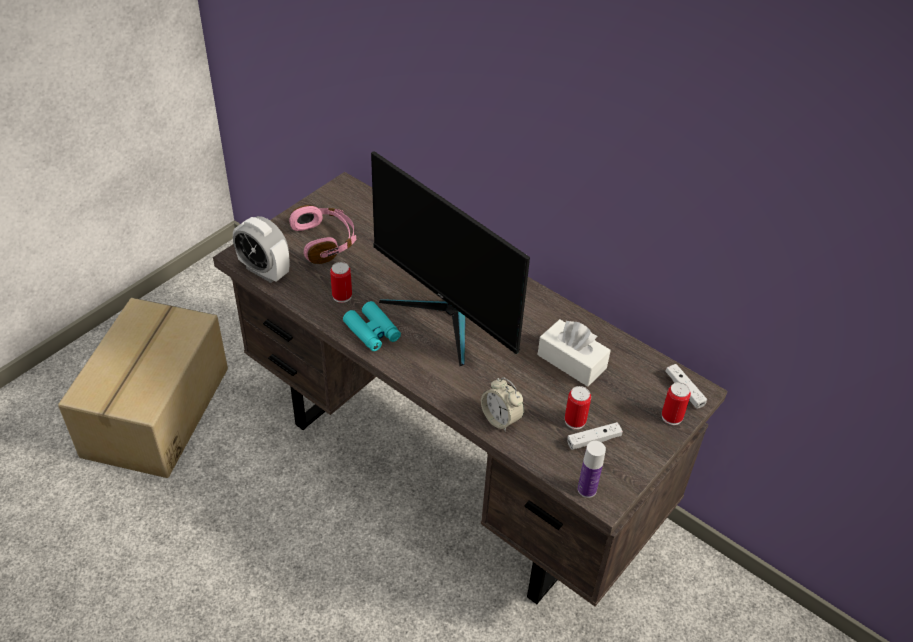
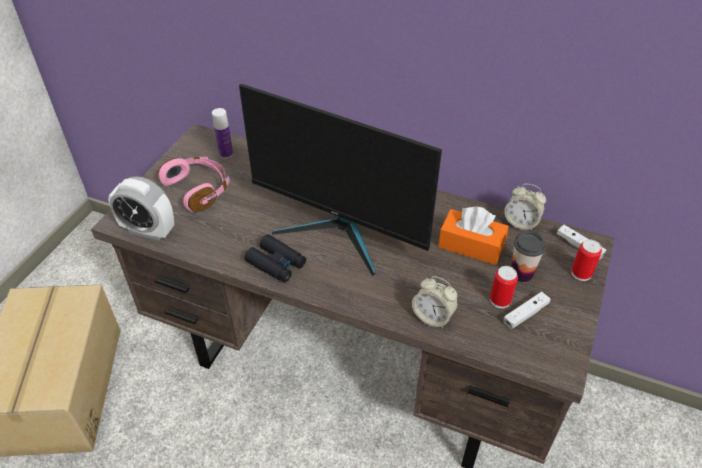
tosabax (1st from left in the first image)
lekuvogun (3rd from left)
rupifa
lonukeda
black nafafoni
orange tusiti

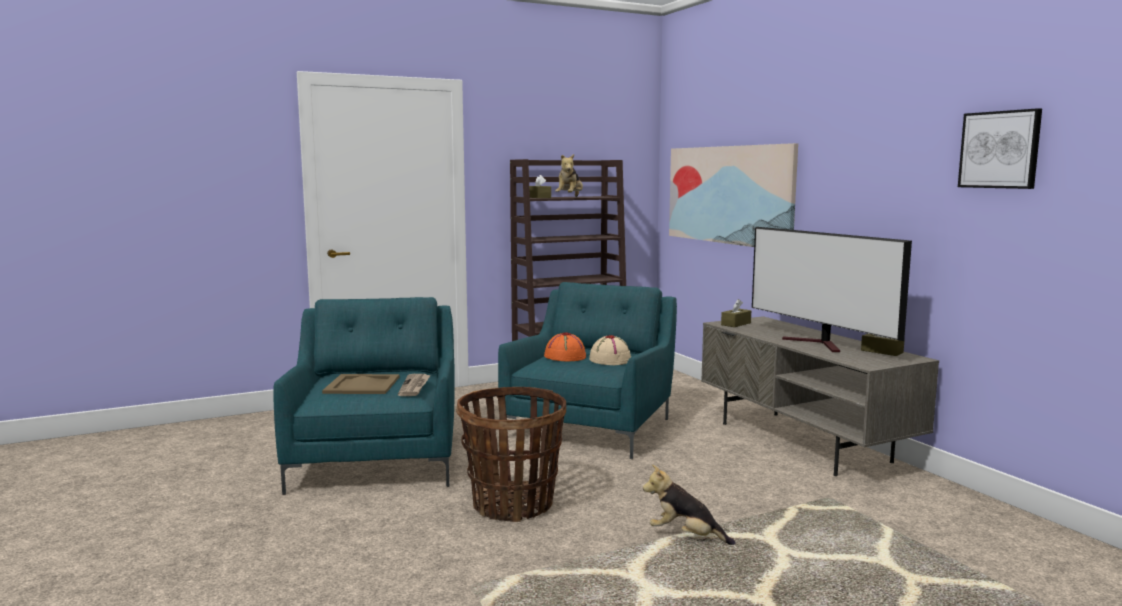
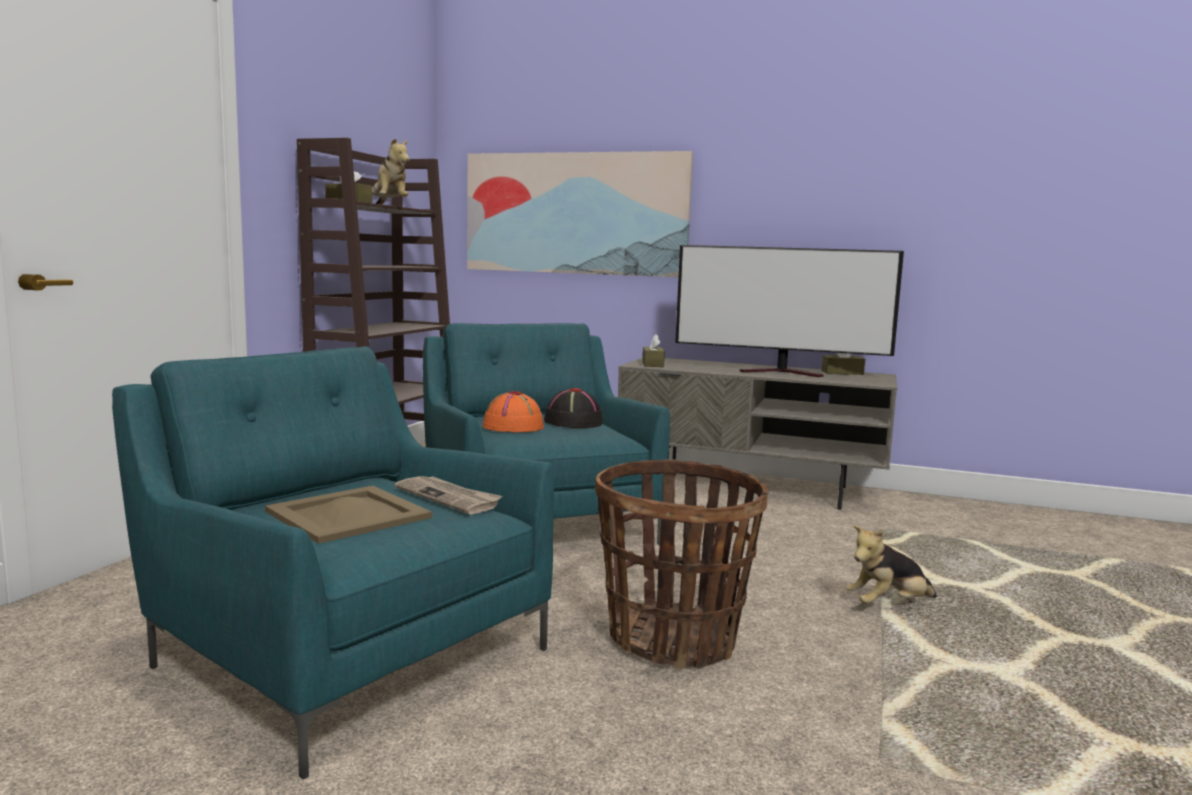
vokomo (2nd from left in the first image)
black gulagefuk

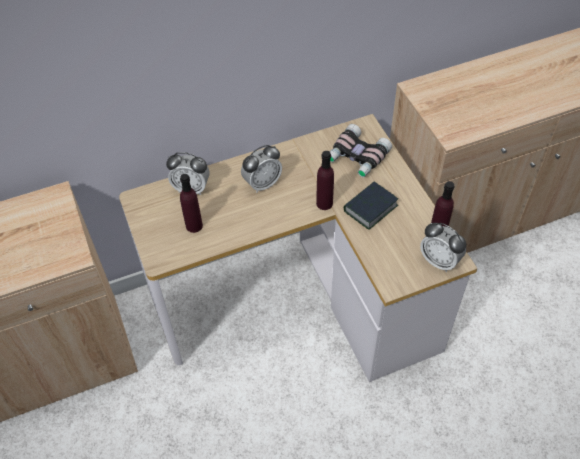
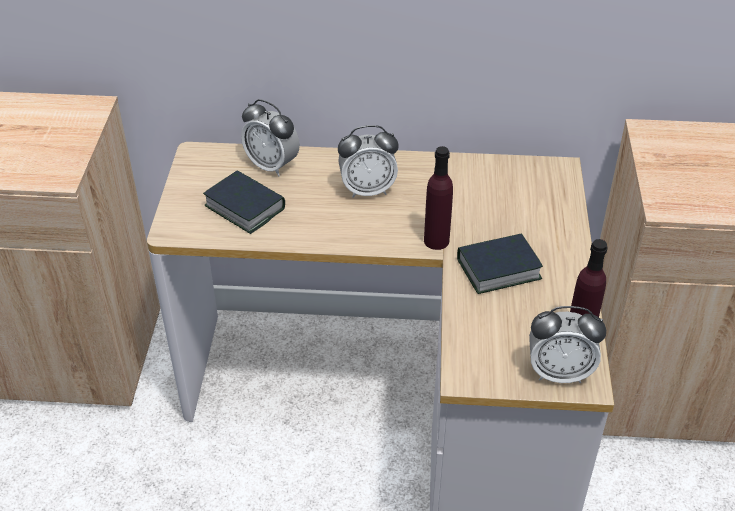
nafafoni
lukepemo (1st from left)
lekuvogun (3rd from left)

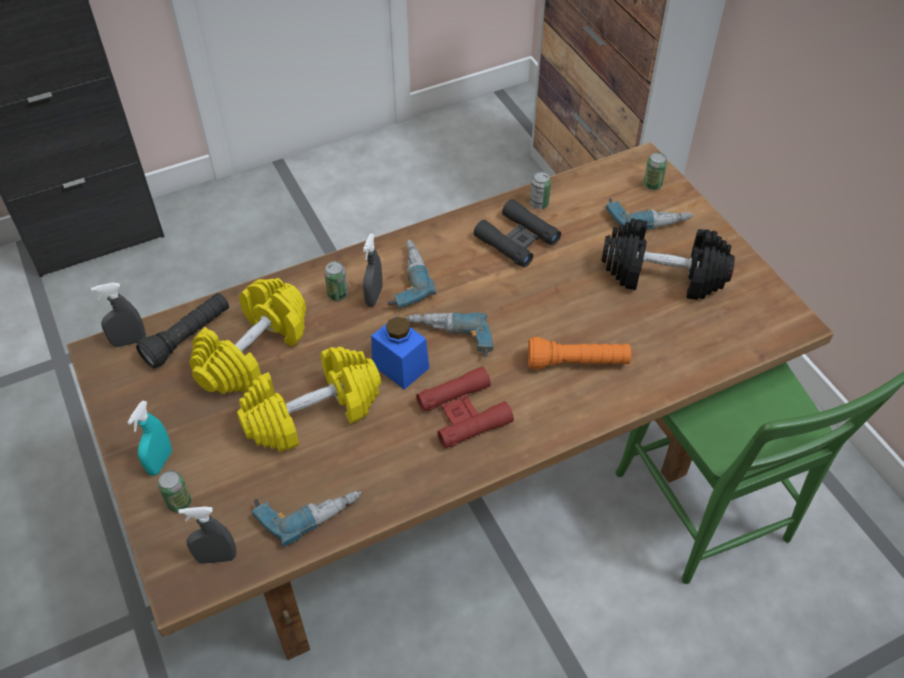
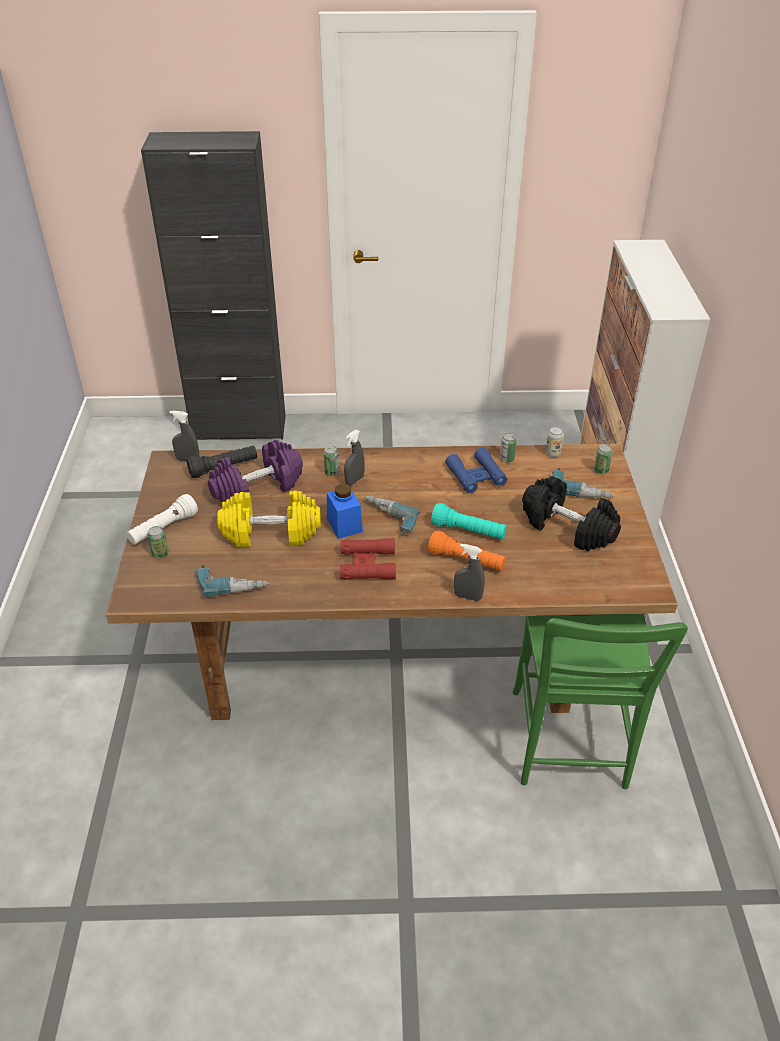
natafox (2nd from left in the first image)
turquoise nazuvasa
tosabax (4th from left)
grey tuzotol (3rd from left)
white nazuvasa
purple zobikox
blue nafafoni

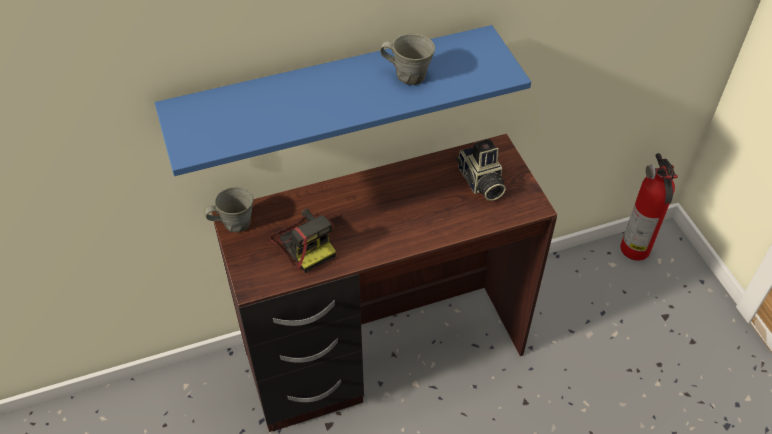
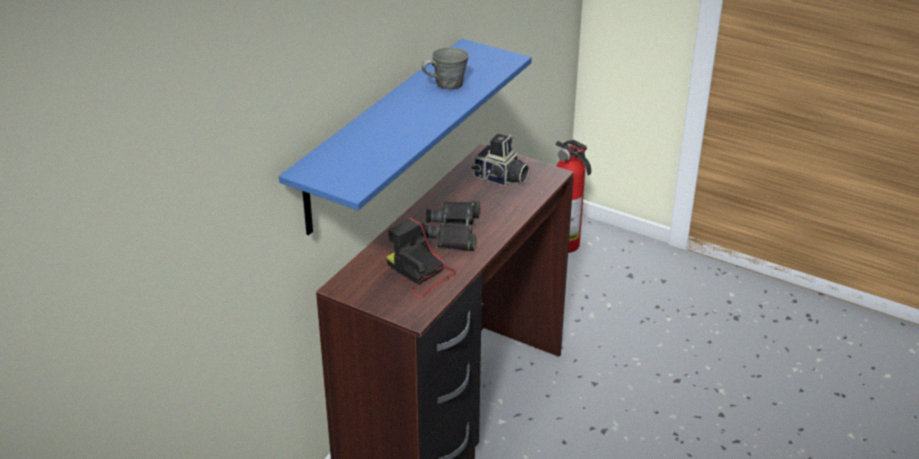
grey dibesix (1st from left in the first image)
black nafafoni
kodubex (1st from left)

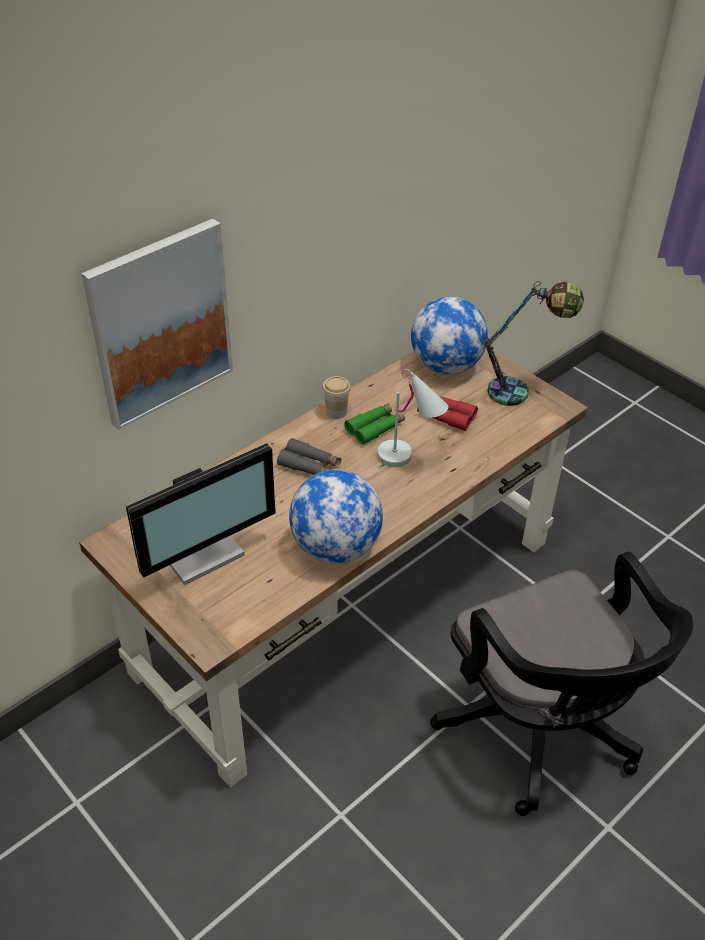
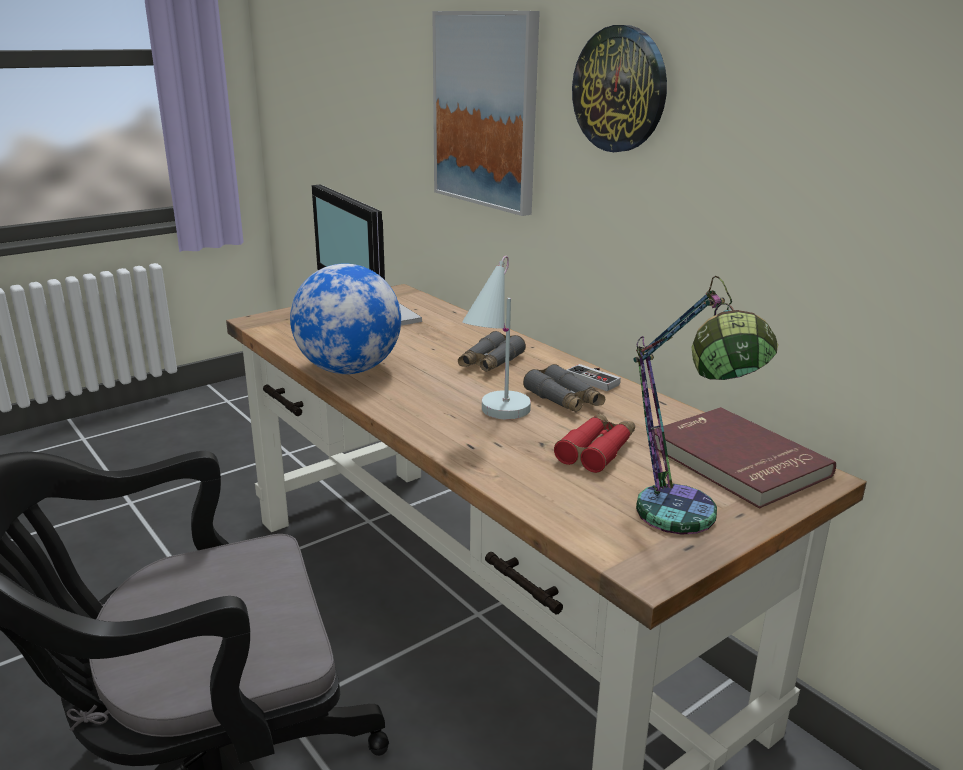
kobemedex
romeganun
red lukepemo
grey nafafoni (2nd from left)

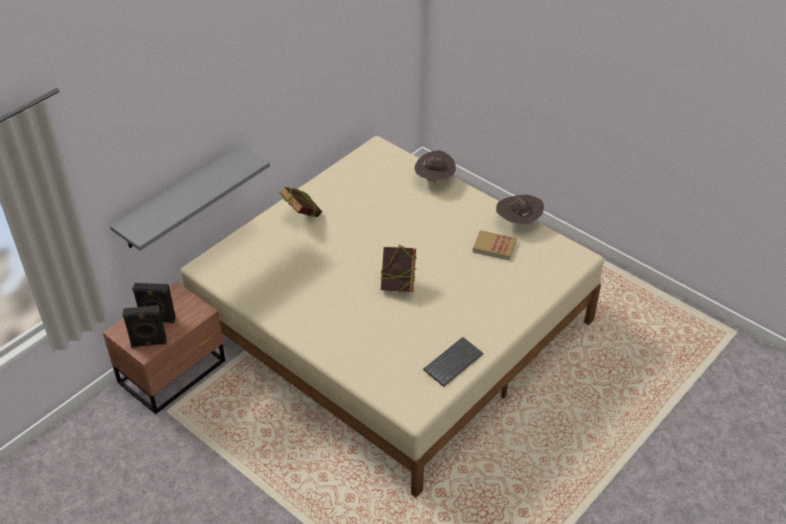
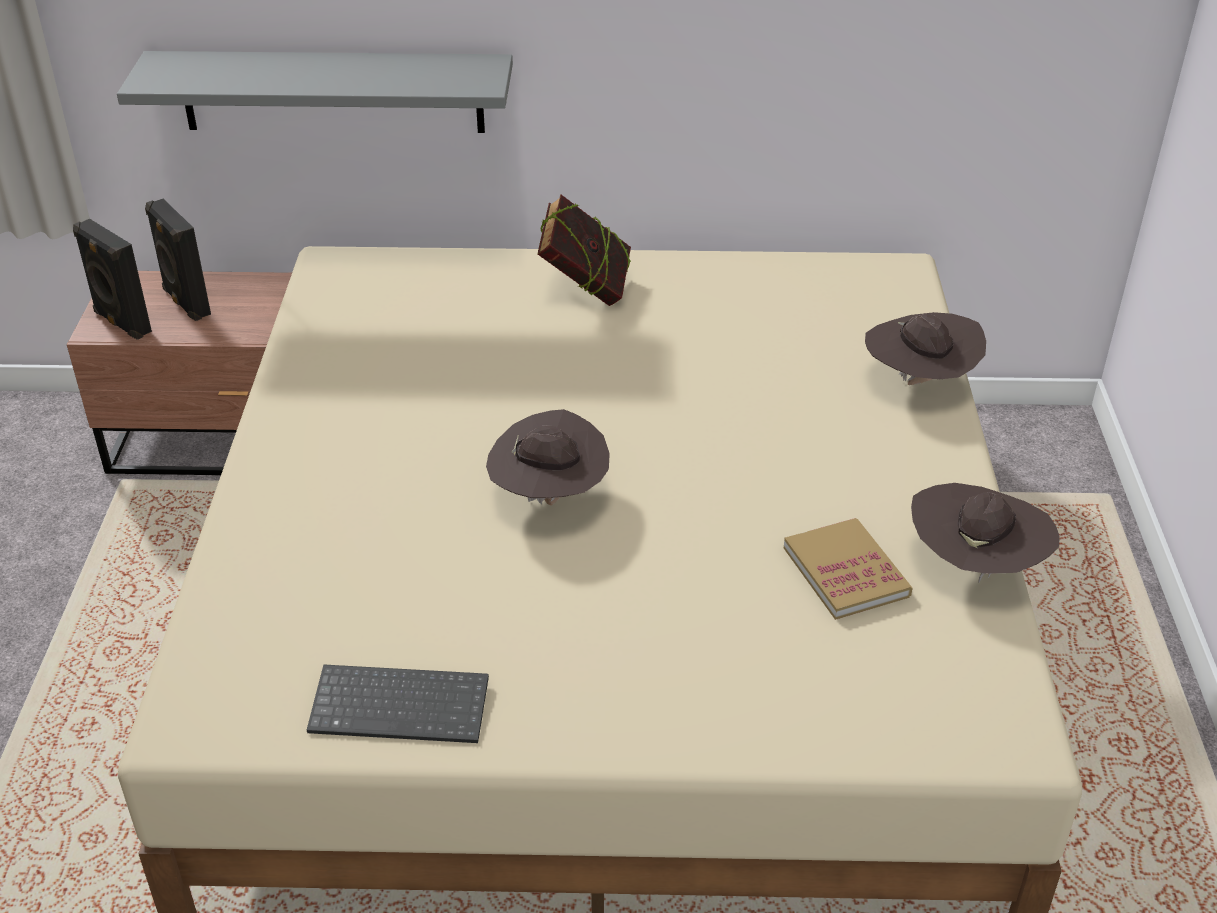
brown gulagefuk (1st from left)

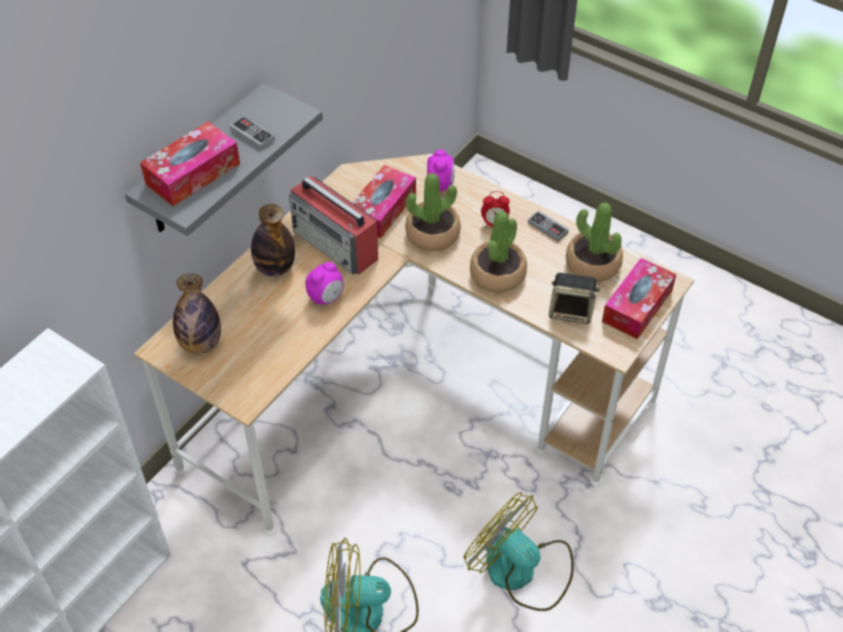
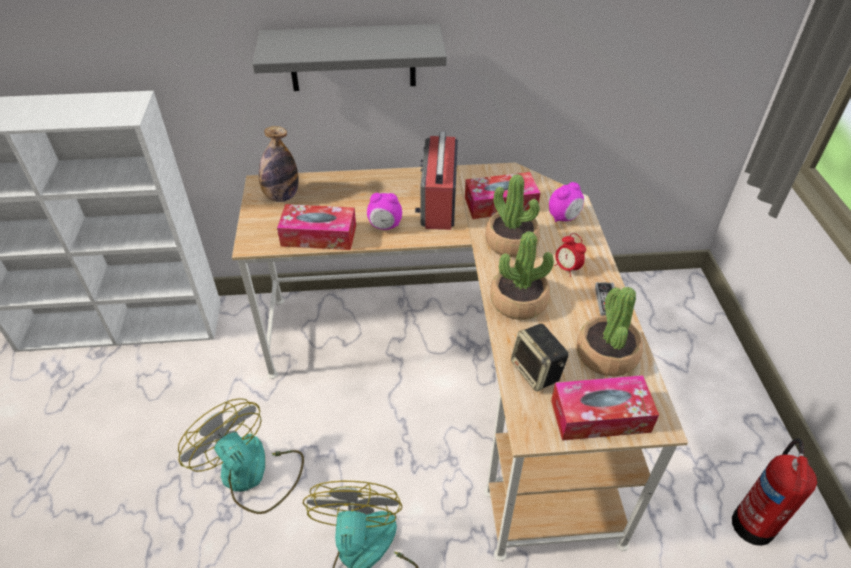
romeganun (1st from left in the first image)
lonukeda (2nd from left in the first image)
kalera
tusiti (1st from left)

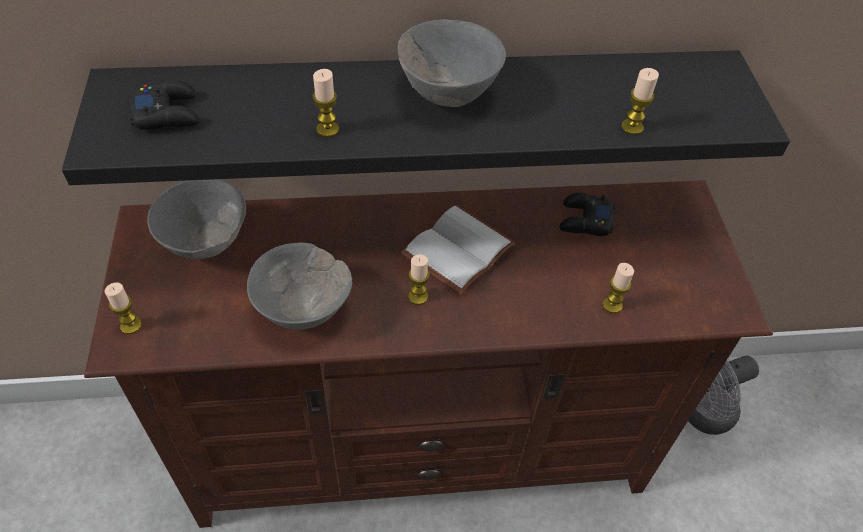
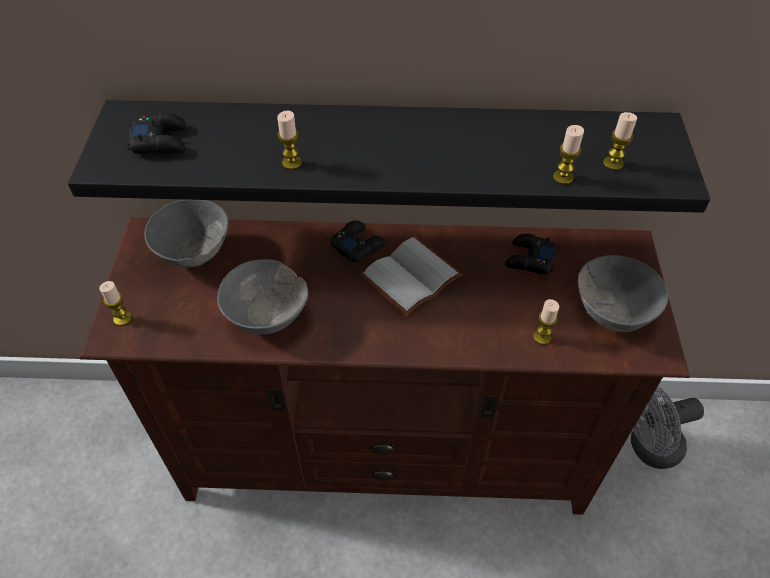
black romeganun (2nd from left)
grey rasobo (3rd from left)
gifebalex (5th from left)

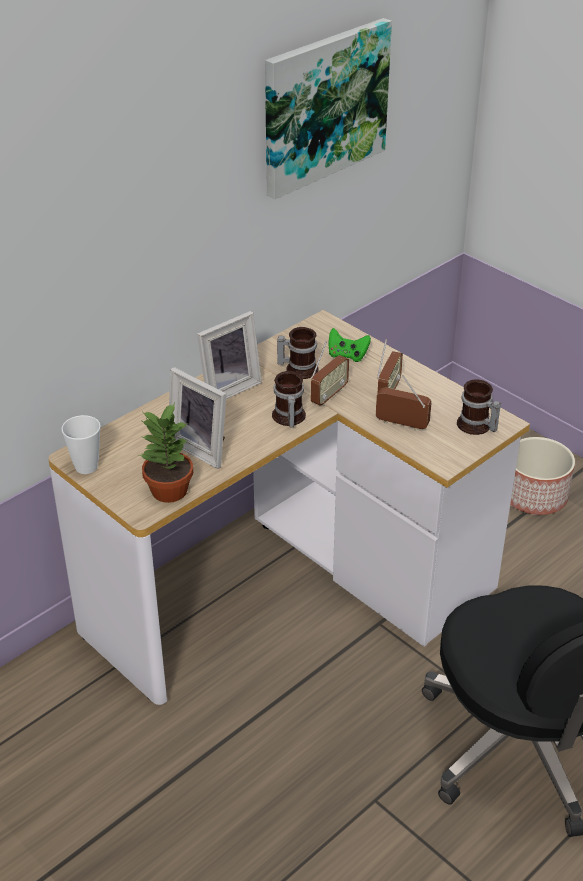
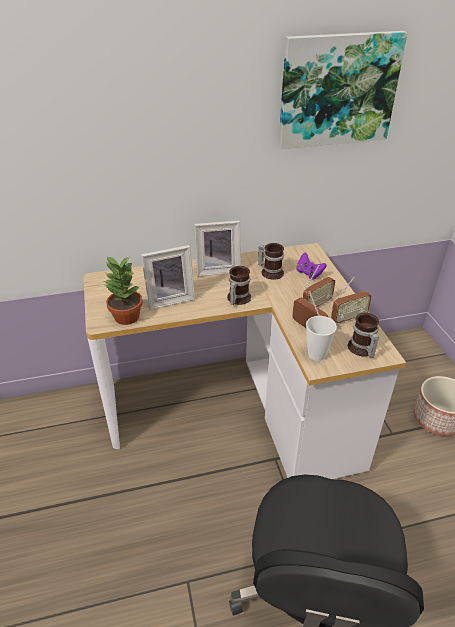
rupifa
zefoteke (3rd from left)
purple romeganun
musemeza (1st from left)

